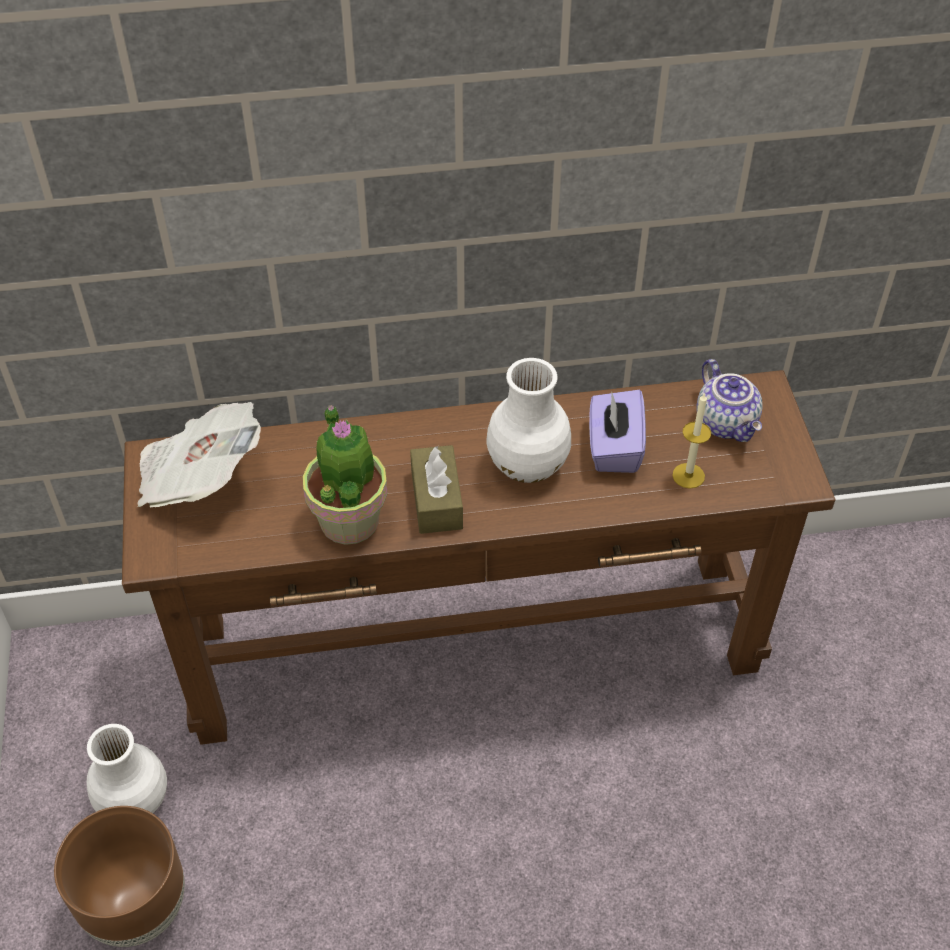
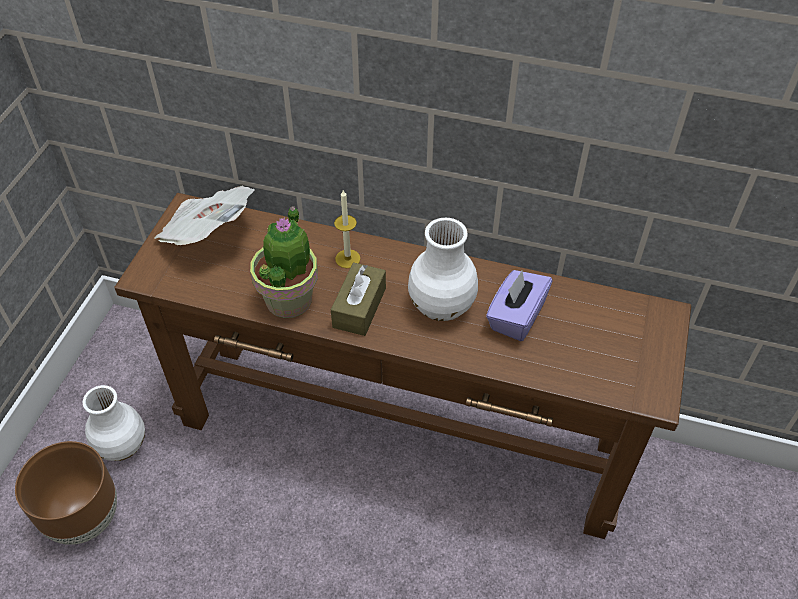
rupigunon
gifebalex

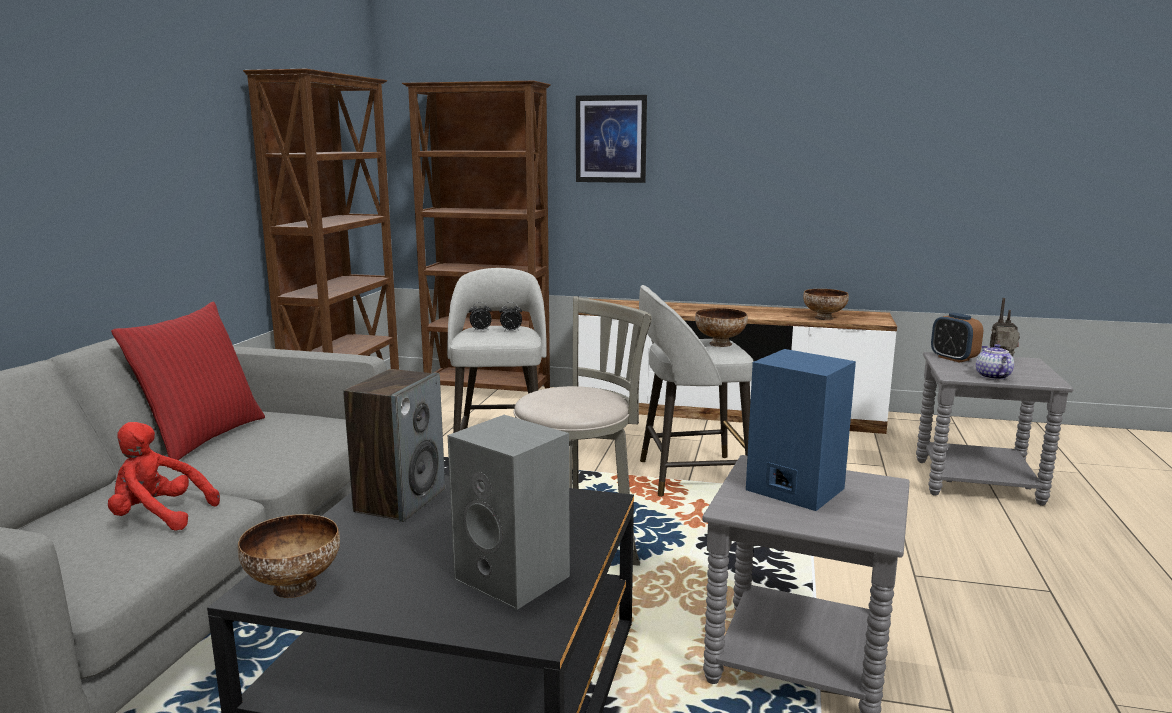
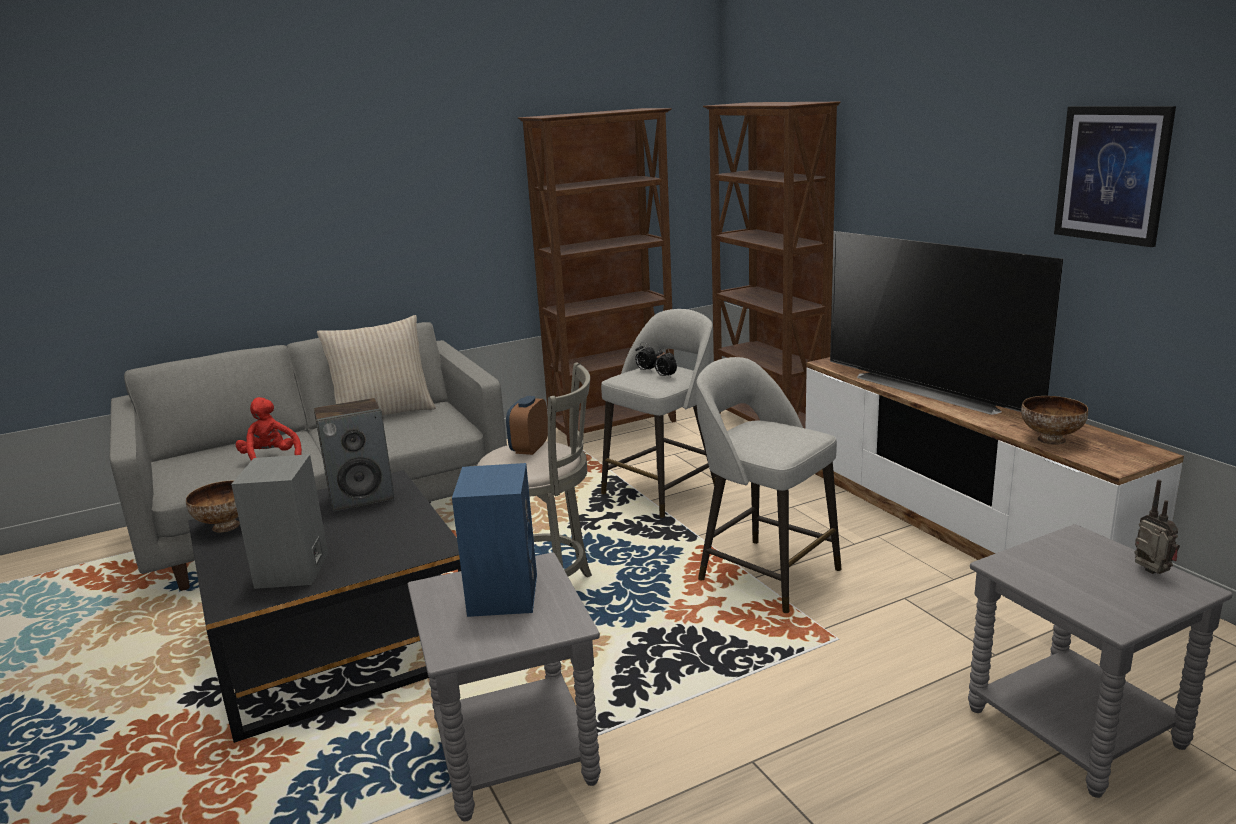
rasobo (2nd from left in the first image)
rupigunon
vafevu
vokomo
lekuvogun (1st from left)
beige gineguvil

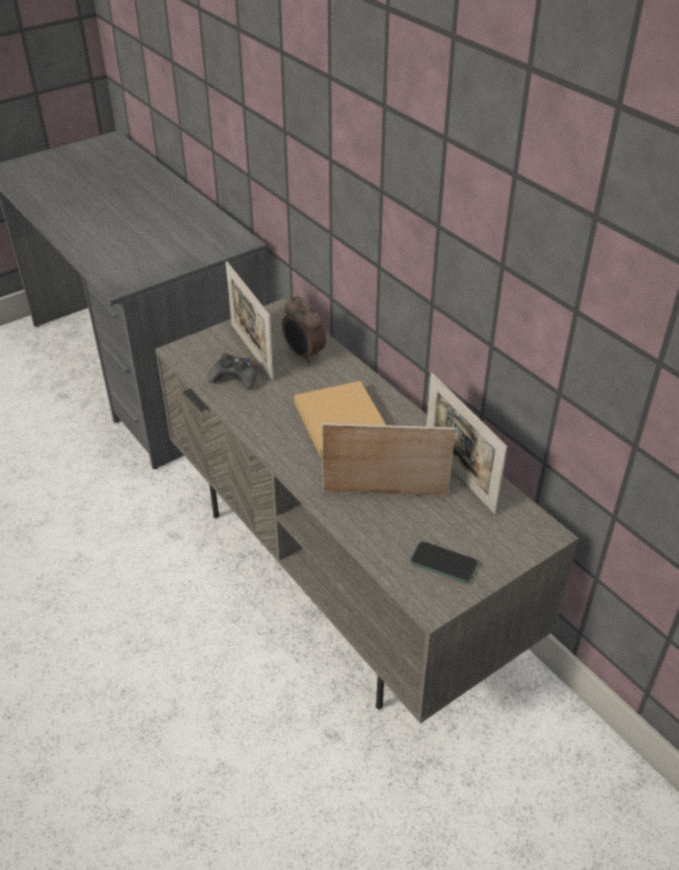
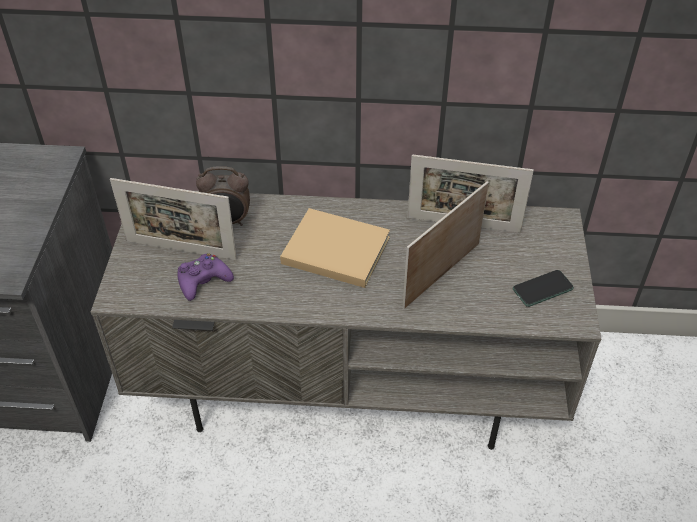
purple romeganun

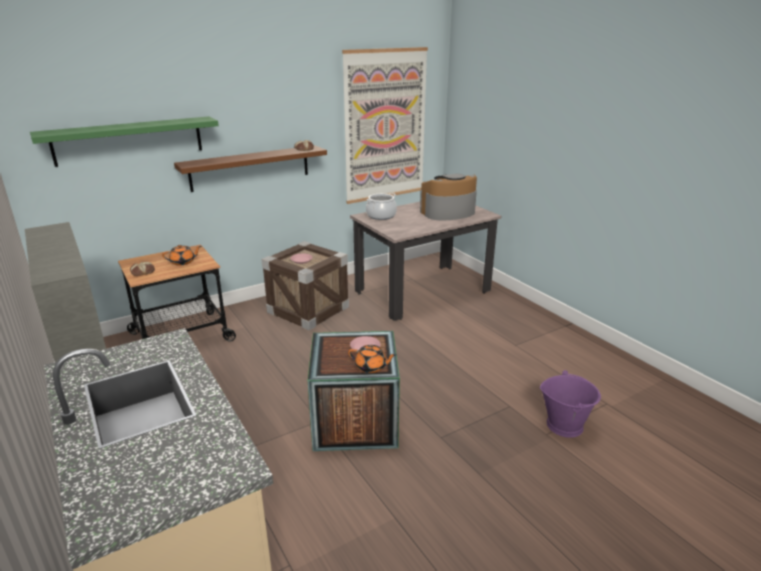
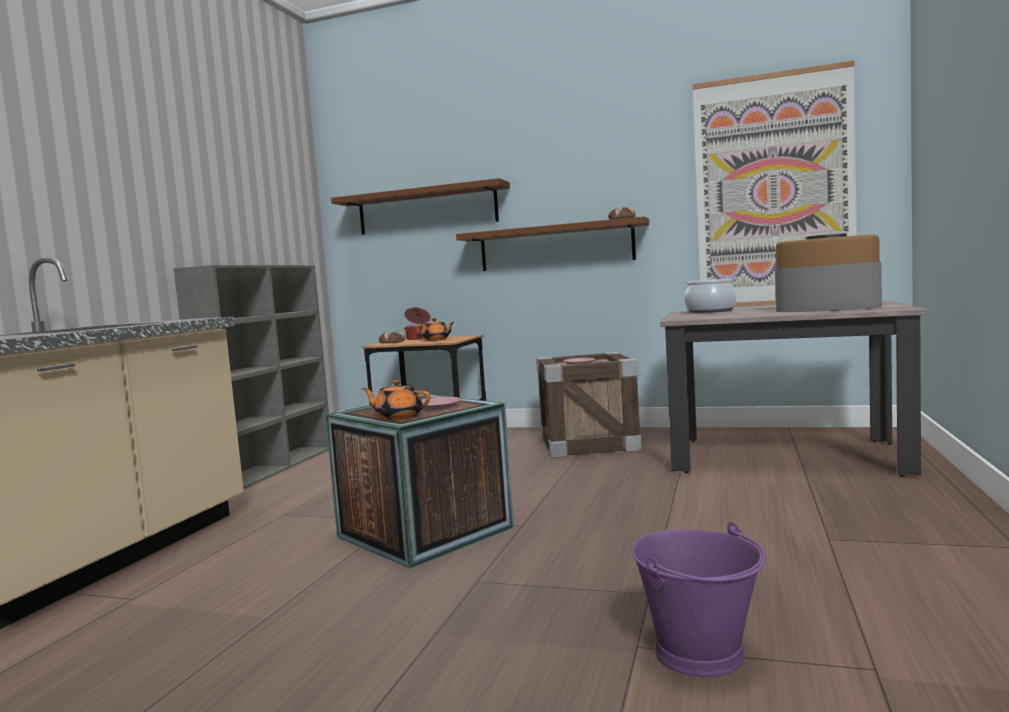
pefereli (1st from left)
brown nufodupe (1st from left)
orange rupigunon (1st from left)

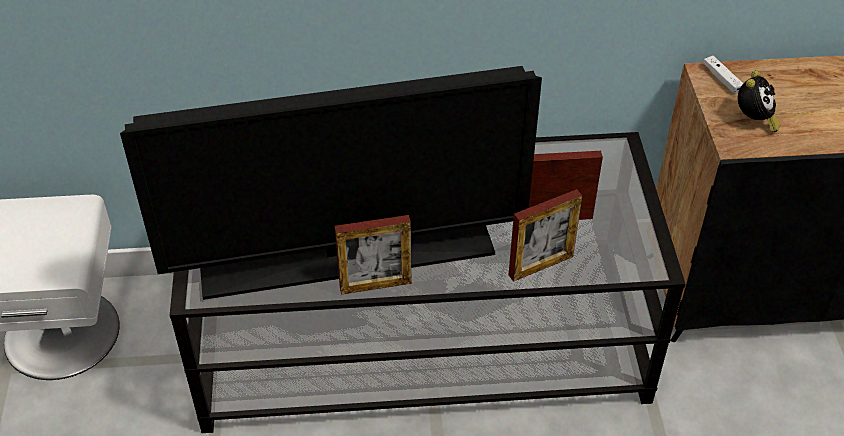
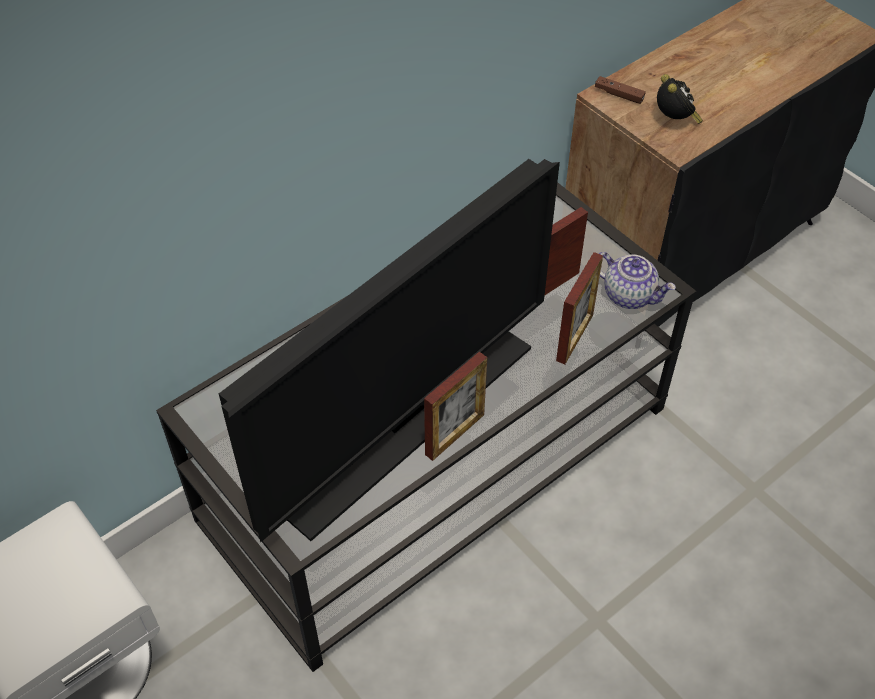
rupigunon
brown romeganun

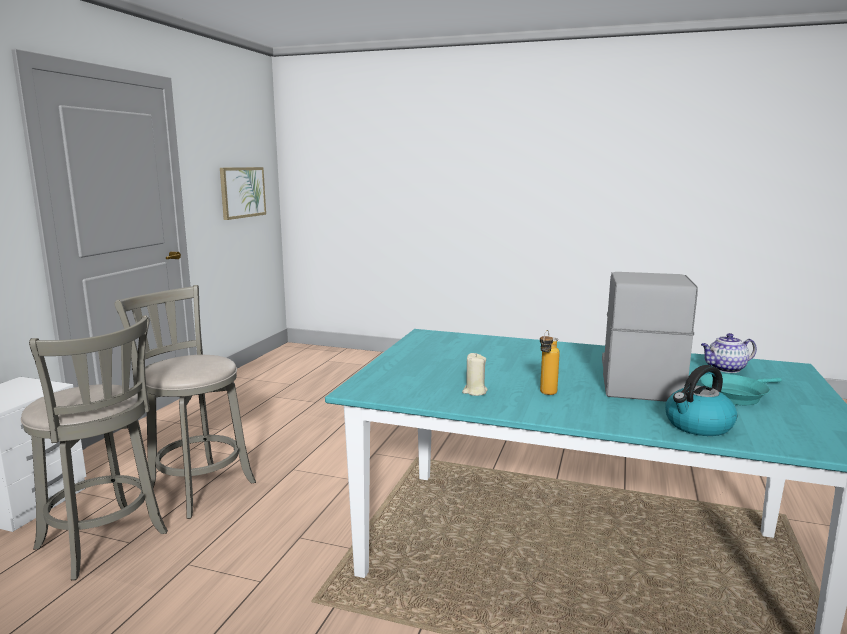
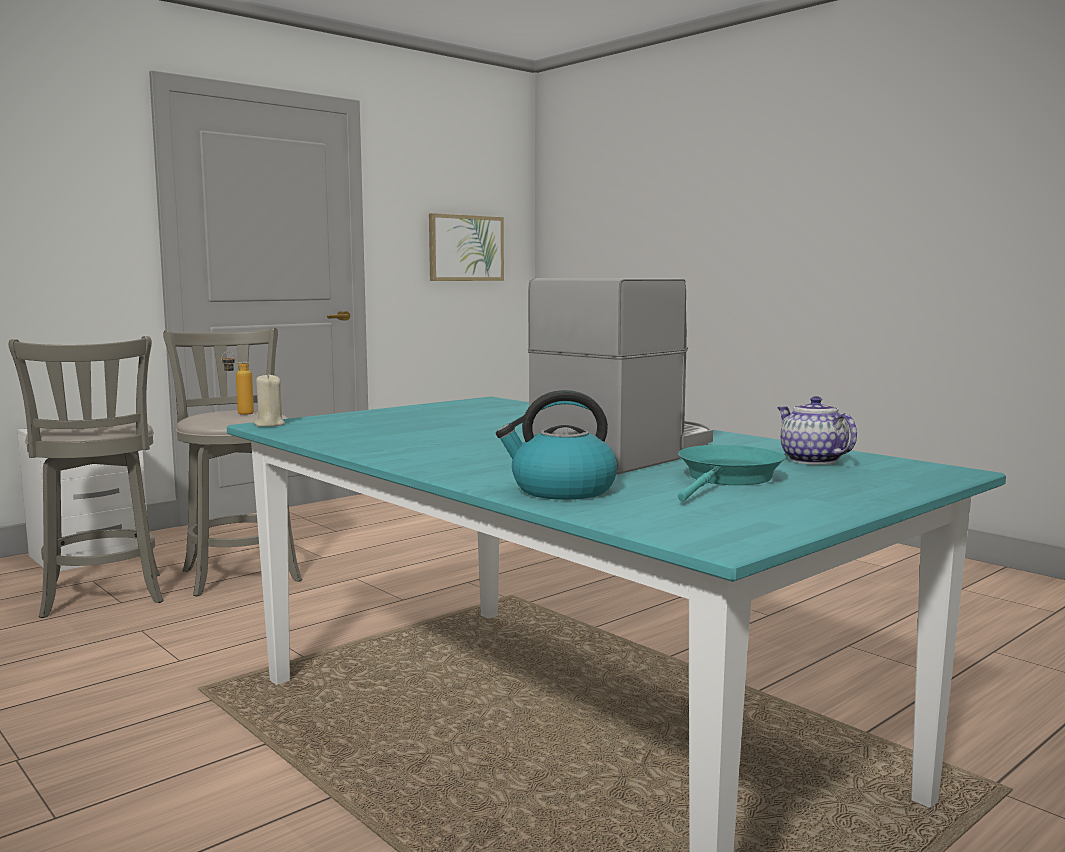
beige gifebalex
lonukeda
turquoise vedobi
rupigunon

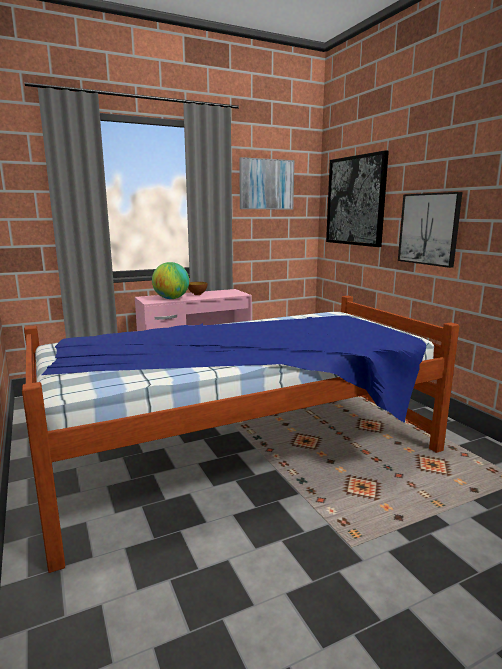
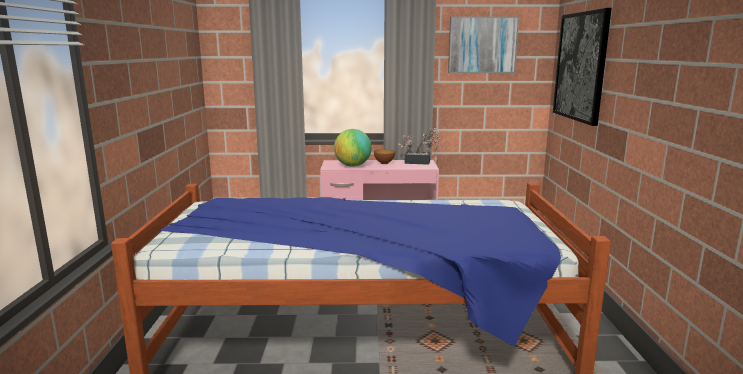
vokomo (3rd from left in the first image)
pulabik

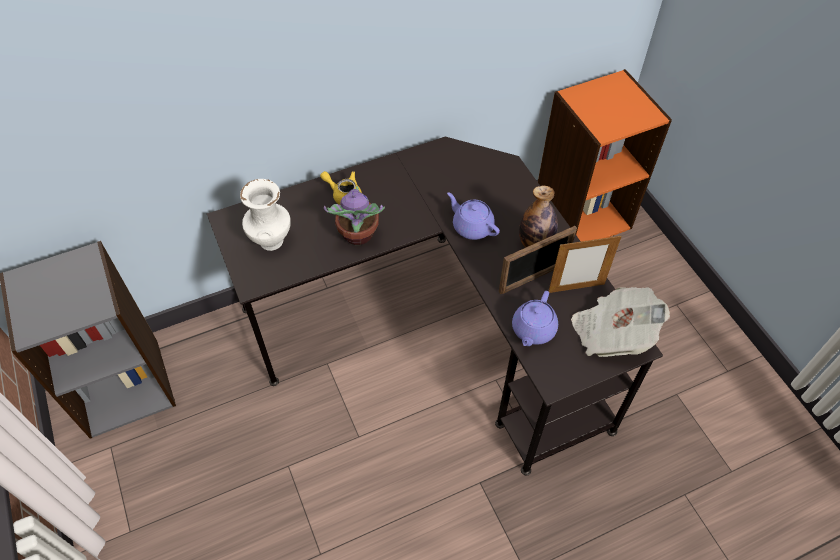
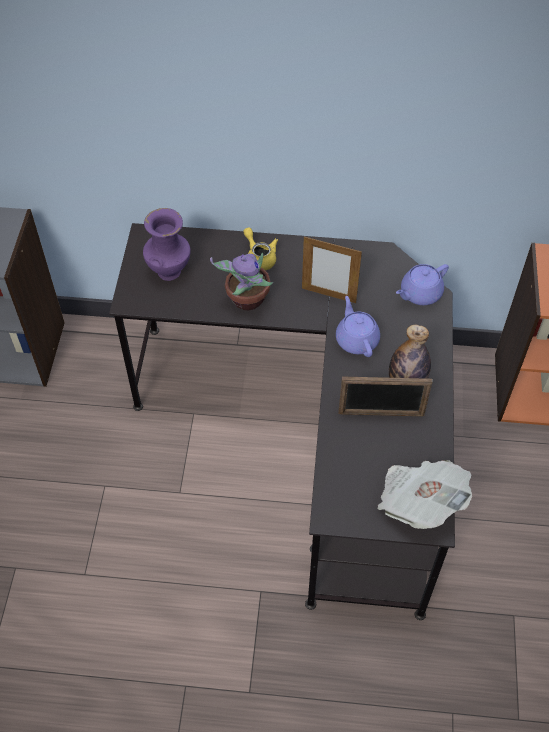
purple rupigunon (2nd from left)
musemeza (1st from left)
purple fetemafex

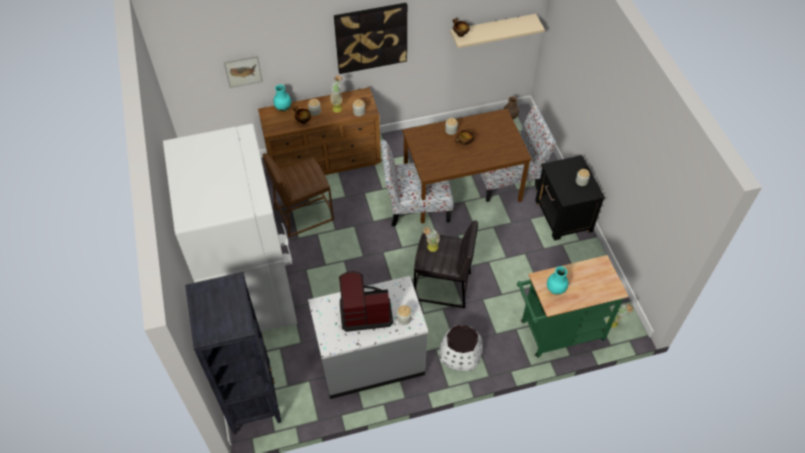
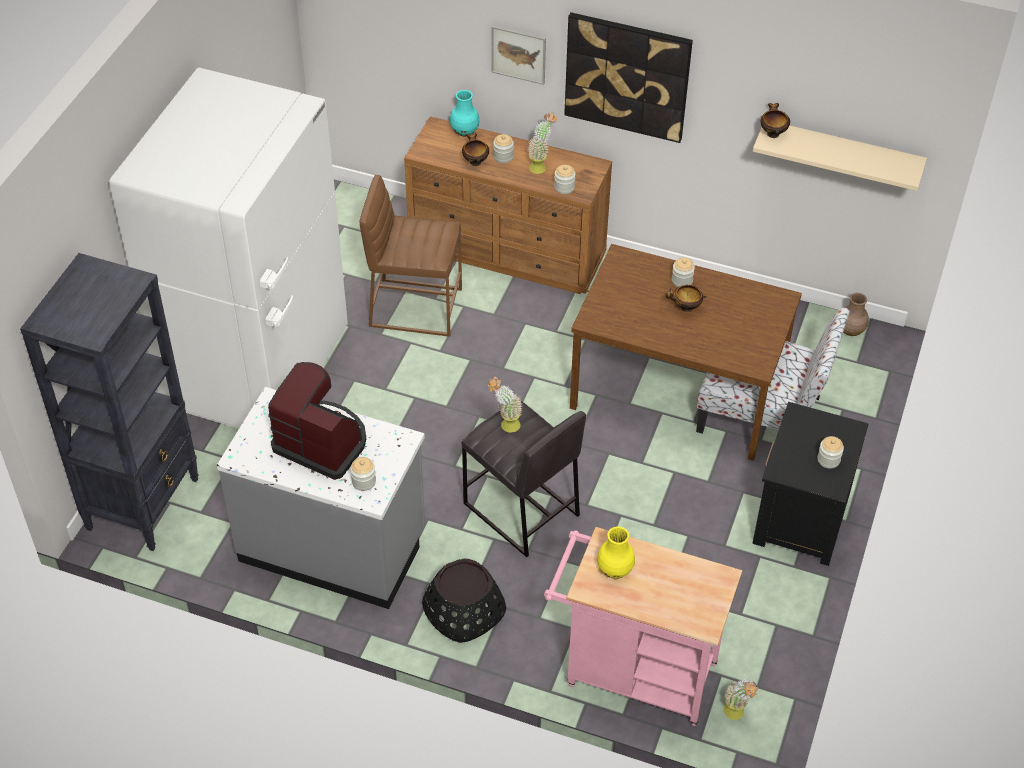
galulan (1st from left in the first image)
vokomo (1st from left)
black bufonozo
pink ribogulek
yellow fetemafex

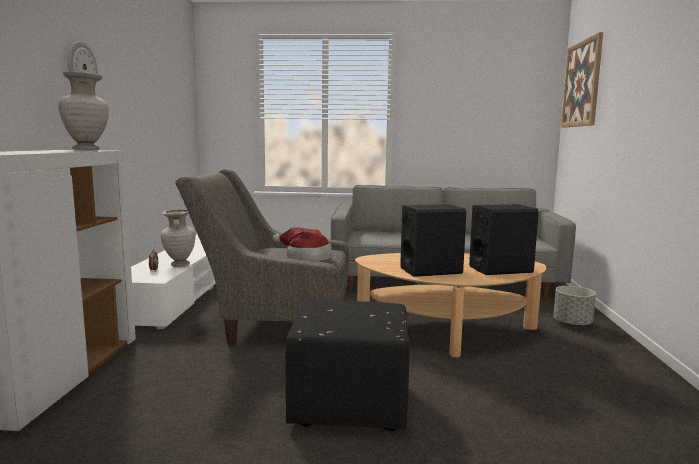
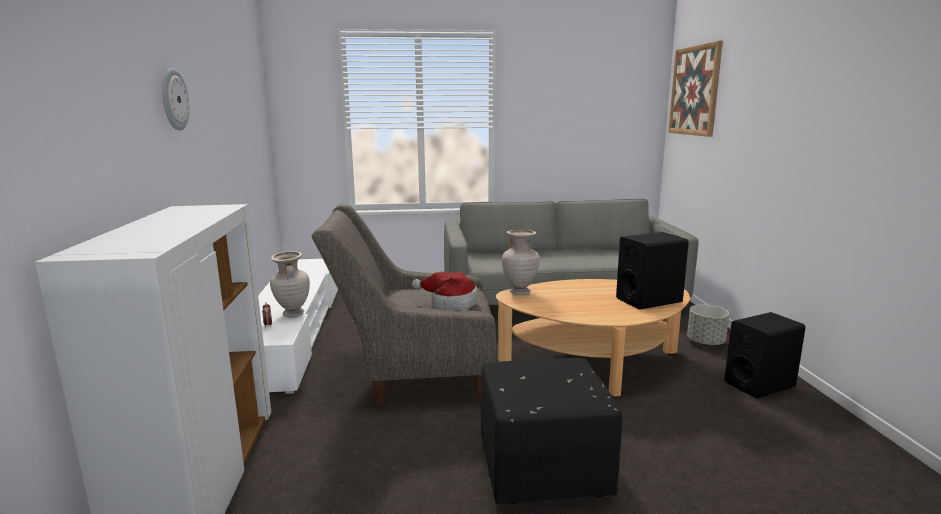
beige fetemafex (2nd from left)
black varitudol (2nd from left)

